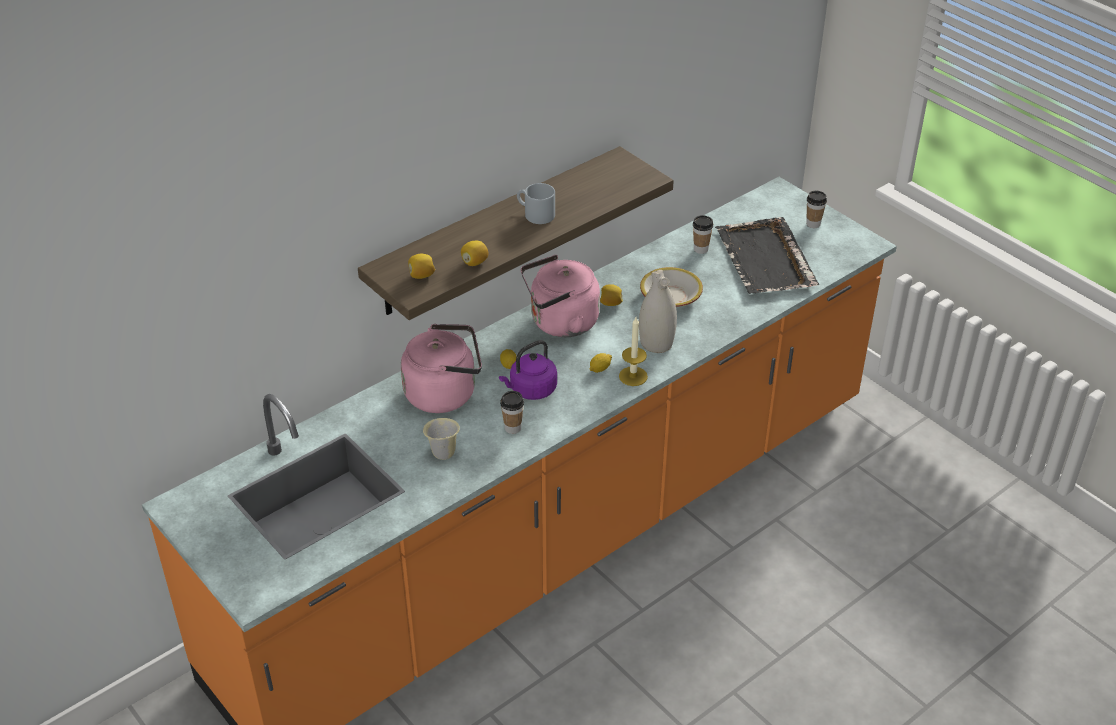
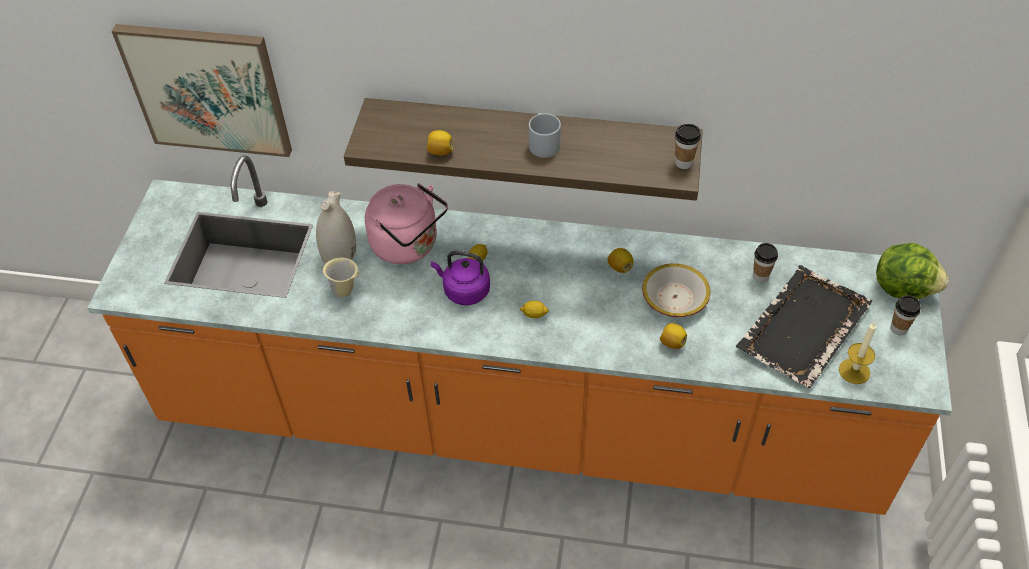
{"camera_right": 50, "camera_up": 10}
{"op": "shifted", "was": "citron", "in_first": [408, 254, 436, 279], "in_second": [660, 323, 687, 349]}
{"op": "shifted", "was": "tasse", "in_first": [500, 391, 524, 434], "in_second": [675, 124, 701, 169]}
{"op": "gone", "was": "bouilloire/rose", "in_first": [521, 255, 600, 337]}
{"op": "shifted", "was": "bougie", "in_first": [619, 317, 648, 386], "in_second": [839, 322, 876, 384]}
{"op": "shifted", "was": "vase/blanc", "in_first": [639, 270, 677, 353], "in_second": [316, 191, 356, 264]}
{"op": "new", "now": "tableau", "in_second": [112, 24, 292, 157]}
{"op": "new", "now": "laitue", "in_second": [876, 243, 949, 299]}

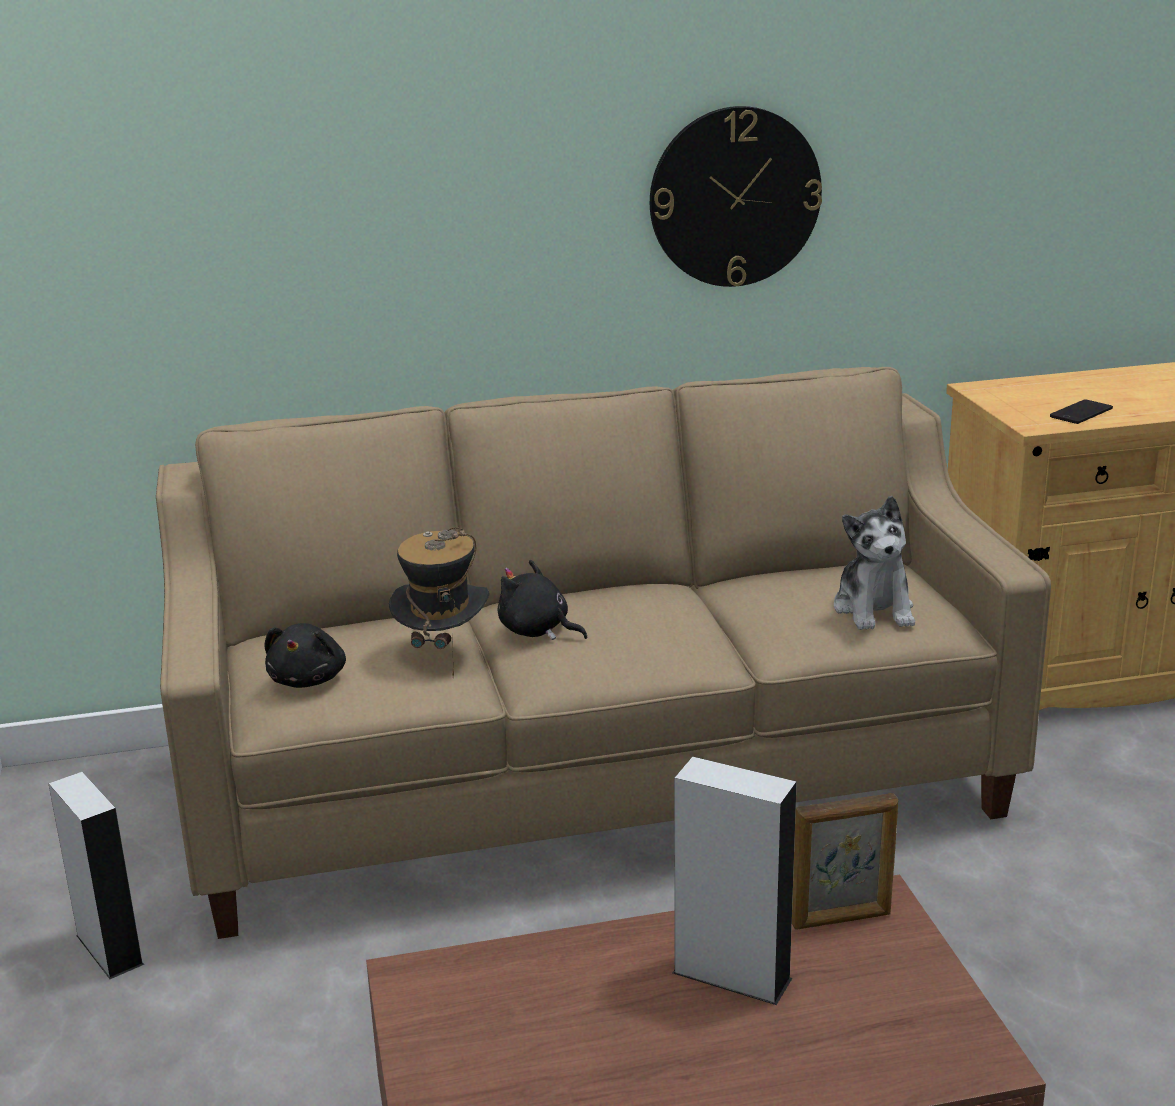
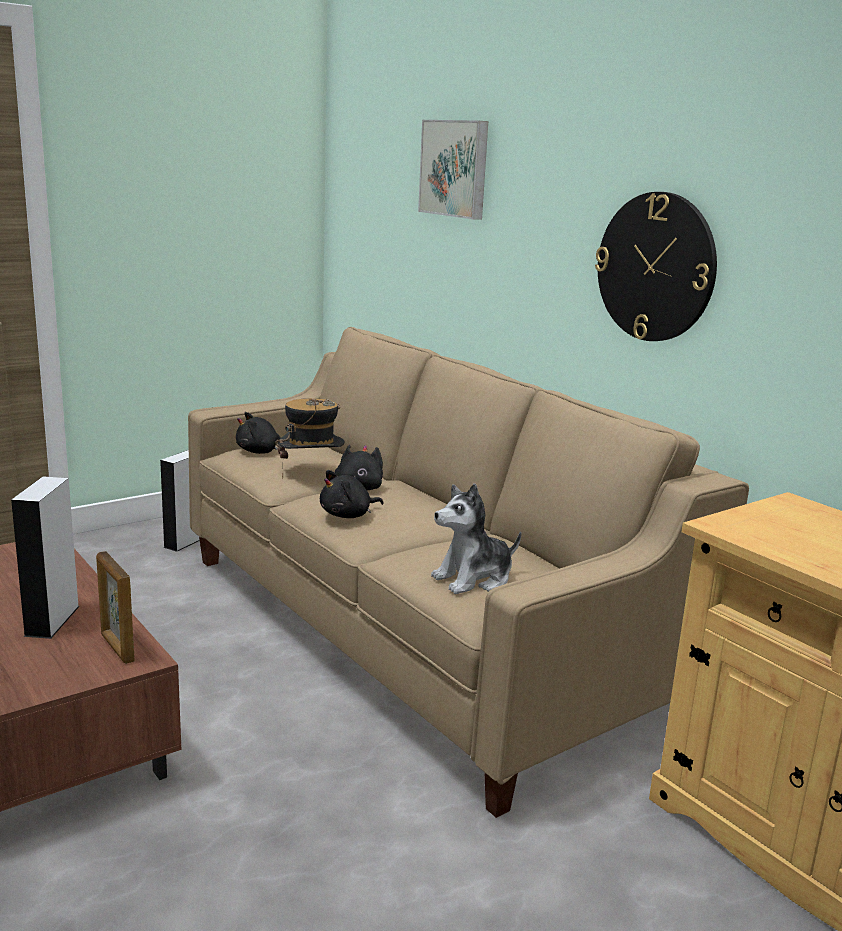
{"camera_right": 65, "camera_up": -5}
{"op": "gone", "was": "téléphone", "in_first": [1050, 399, 1113, 424]}
{"op": "new", "now": "peluche/noir", "in_second": [320, 470, 384, 518]}
{"op": "new", "now": "tableau", "in_second": [418, 120, 488, 219]}

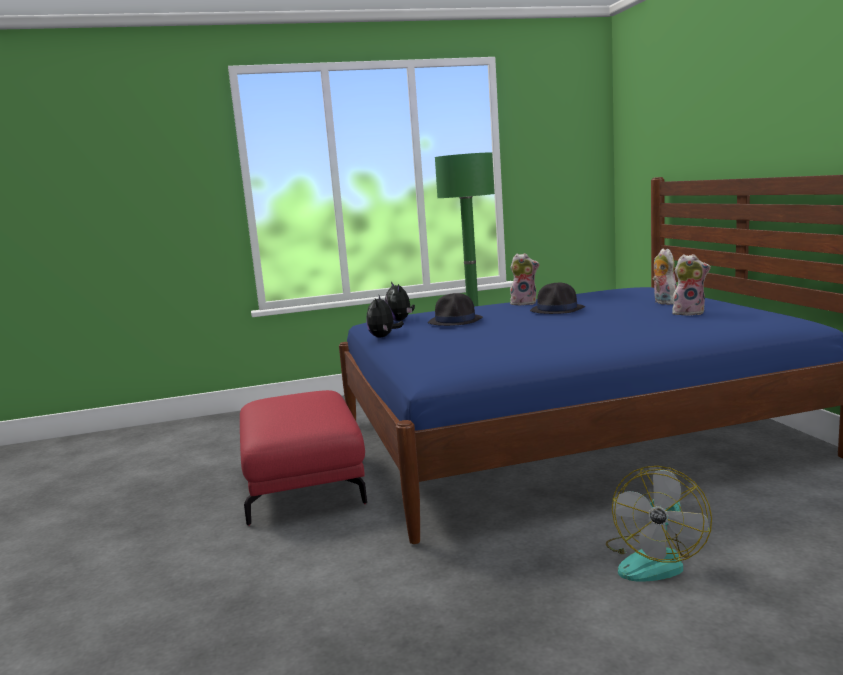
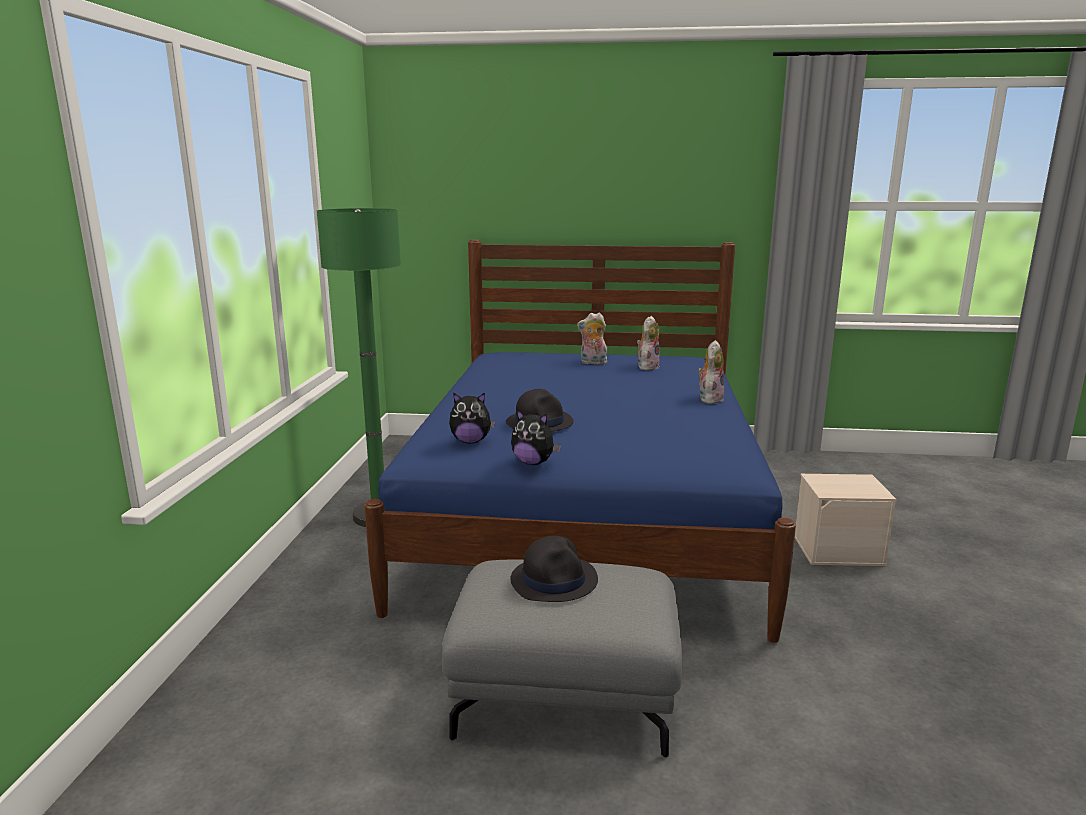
{"camera_right": -70, "camera_up": 5}
{"op": "repainted", "was": "pouf/rouge", "now": "pouf/gris", "in_first": [240, 390, 367, 526], "in_second": [442, 560, 682, 758]}
{"op": "shifted", "was": "peluche", "in_first": [510, 253, 540, 305], "in_second": [698, 340, 724, 404]}
{"op": "shifted", "was": "chapeau/noir", "in_first": [530, 283, 585, 314], "in_second": [510, 536, 598, 602]}
{"op": "swapped", "was": "ventilateur", "now": "boîte de rangement/beige", "in_first": [606, 466, 712, 582], "in_second": [795, 474, 897, 566]}

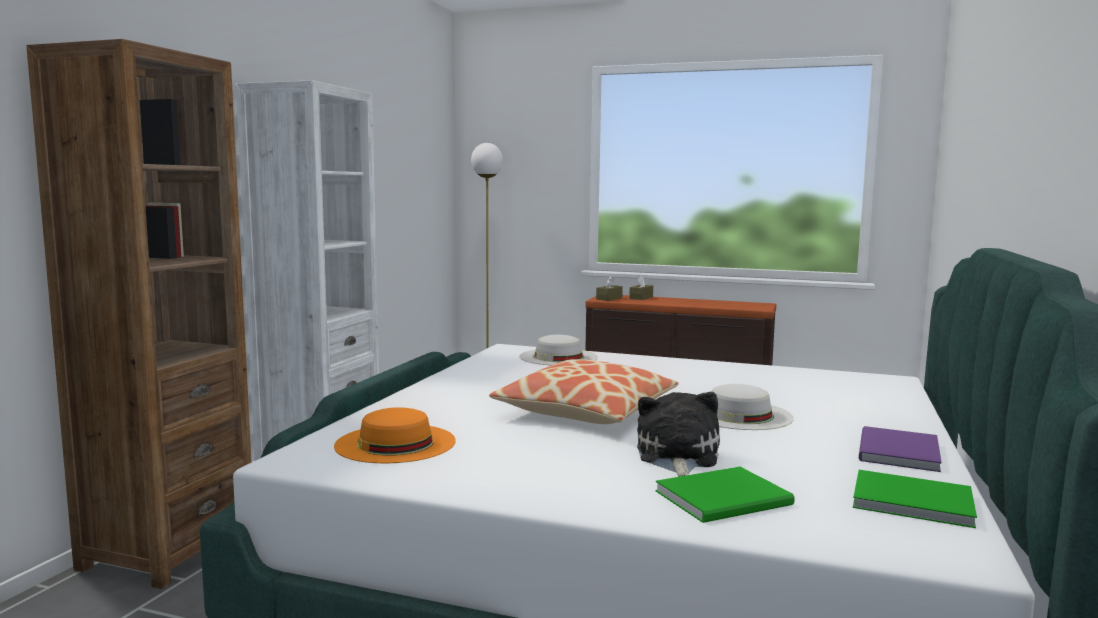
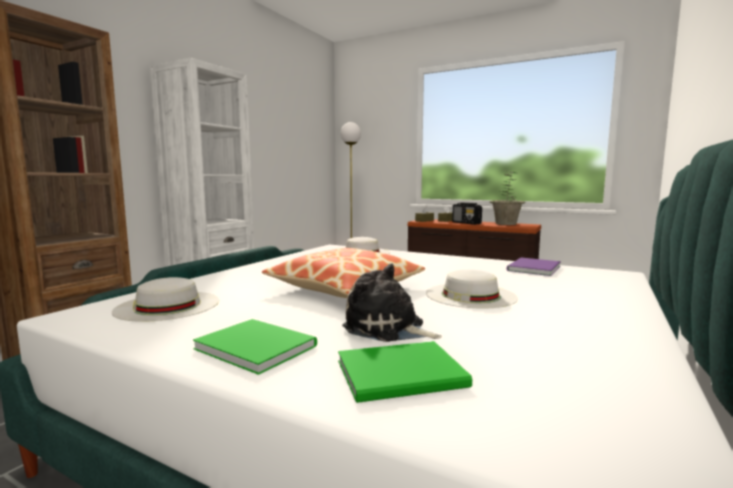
{"camera_right": 10, "camera_up": 0}
{"op": "repainted", "was": "chapeau/orange", "now": "chapeau/blanc", "in_first": [334, 407, 456, 463], "in_second": [112, 277, 219, 322]}
{"op": "rotated", "was": "peluche", "in_first": [637, 392, 720, 477], "in_second": [342, 264, 442, 342], "clockwise": -75}
{"op": "shifted", "was": "livre/vert", "in_first": [853, 470, 977, 528], "in_second": [193, 319, 317, 375]}
{"op": "shifted", "was": "livre/violet", "in_first": [859, 426, 942, 472], "in_second": [507, 257, 561, 276]}
{"op": "new", "now": "radio", "in_second": [452, 202, 482, 225]}
{"op": "new", "now": "plante en pot", "in_second": [489, 170, 525, 225]}

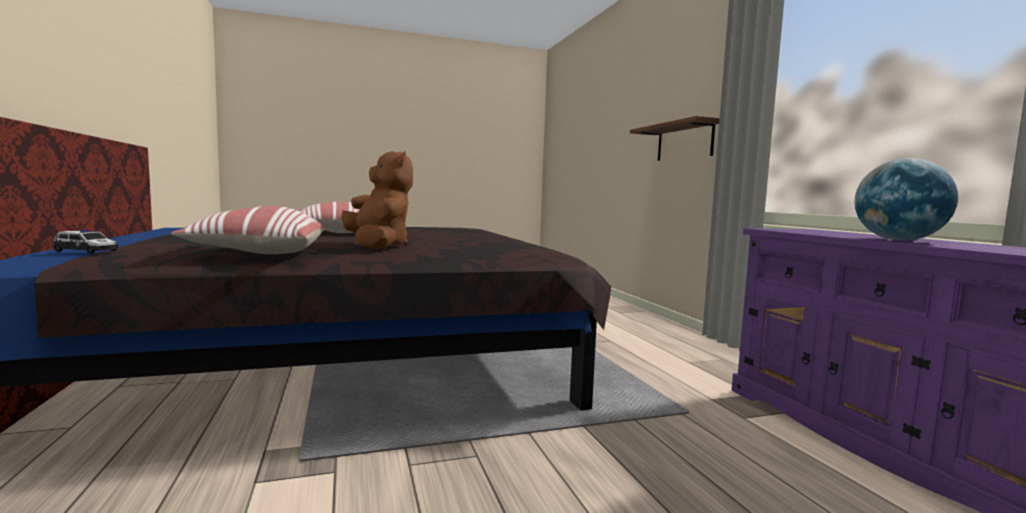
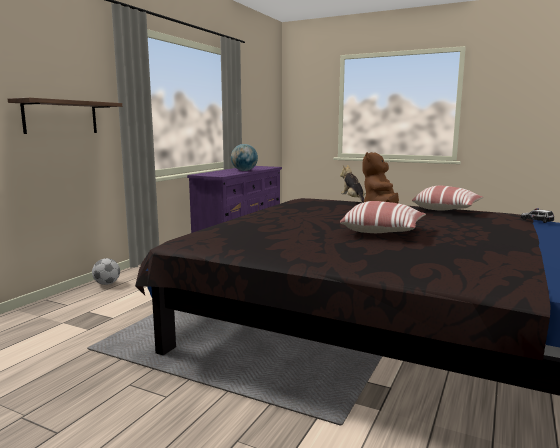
{"camera_right": -135, "camera_up": 5}
{"op": "new", "now": "ballon de foot", "in_second": [92, 258, 120, 285]}
{"op": "new", "now": "peluche", "in_second": [340, 165, 366, 203]}

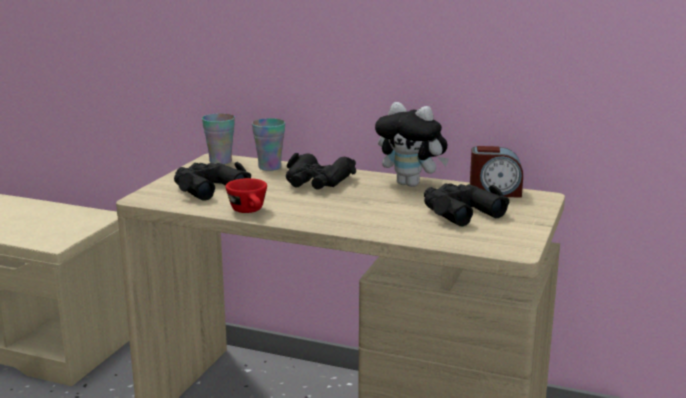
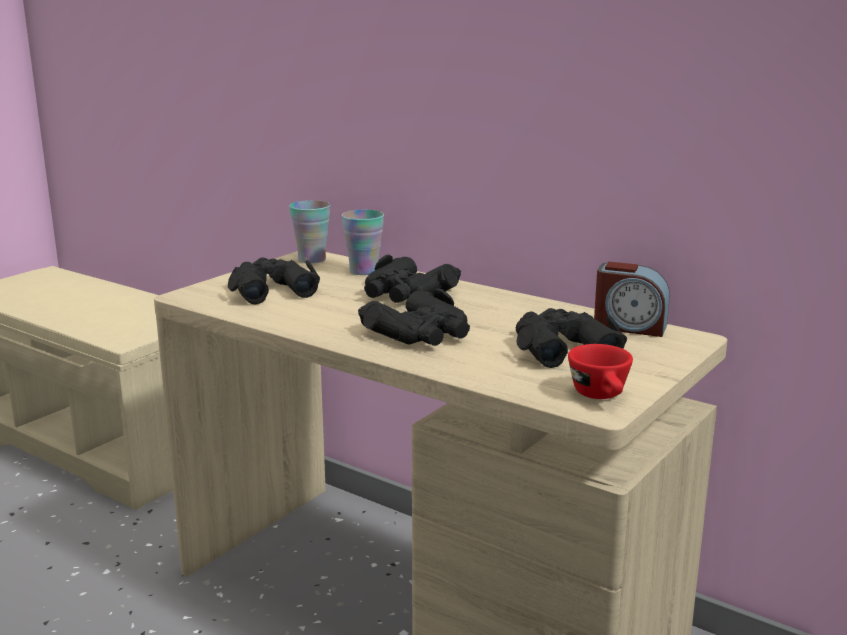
{"camera_right": 15, "camera_up": 0}
{"op": "shifted", "was": "tasse/rouge", "in_first": [225, 178, 267, 213], "in_second": [568, 344, 633, 399]}
{"op": "gone", "was": "peluche", "in_first": [375, 102, 449, 187]}
{"op": "new", "now": "jumelles/noir", "in_second": [358, 288, 470, 346]}

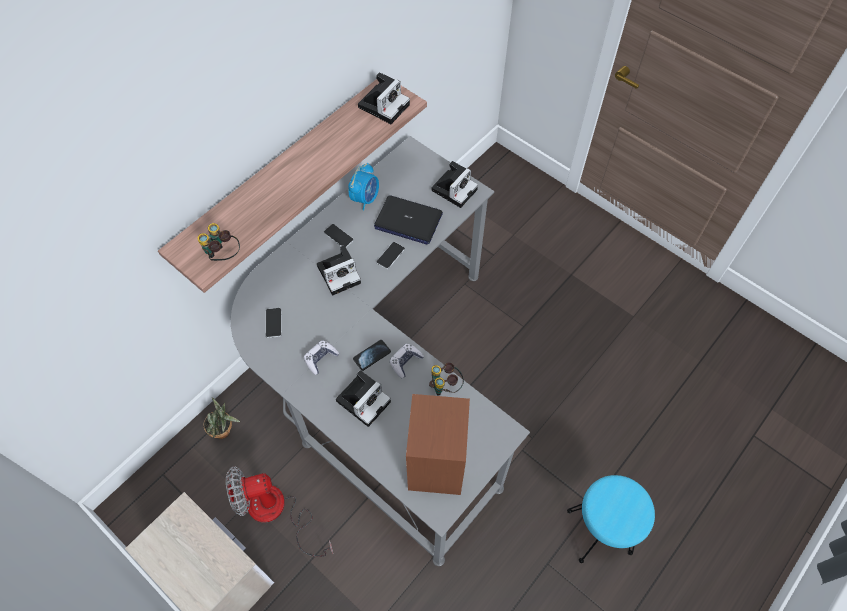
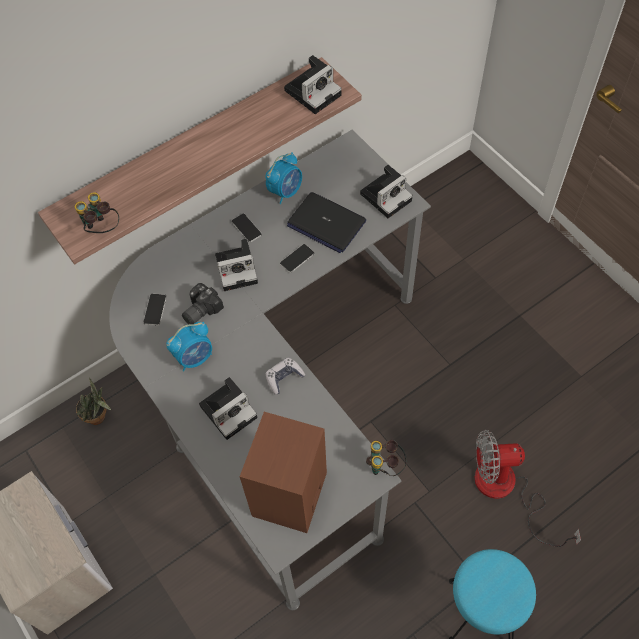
{"camera_right": 15, "camera_up": 0}
{"op": "shifted", "was": "ventilateur", "in_first": [226, 466, 333, 557], "in_second": [475, 430, 581, 547]}
{"op": "swapped", "was": "manette", "now": "réveil", "in_first": [304, 340, 340, 375], "in_second": [166, 322, 212, 371]}
{"op": "gone", "was": "téléphone", "in_first": [353, 340, 391, 371]}
{"op": "shifted", "was": "jumelles", "in_first": [429, 362, 464, 396], "in_second": [366, 440, 407, 476]}
{"op": "new", "now": "appareil photo", "in_second": [182, 283, 224, 324]}

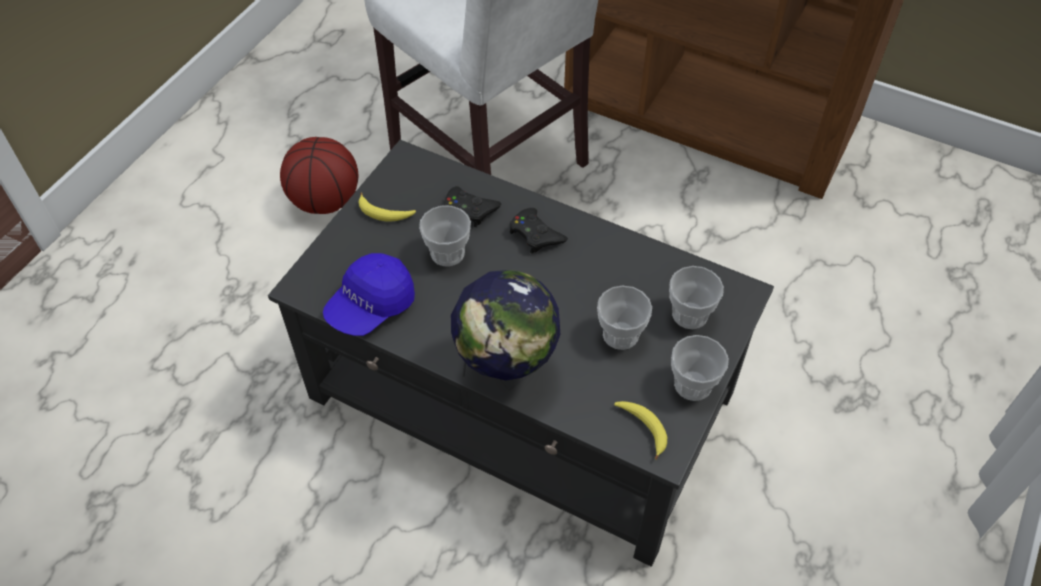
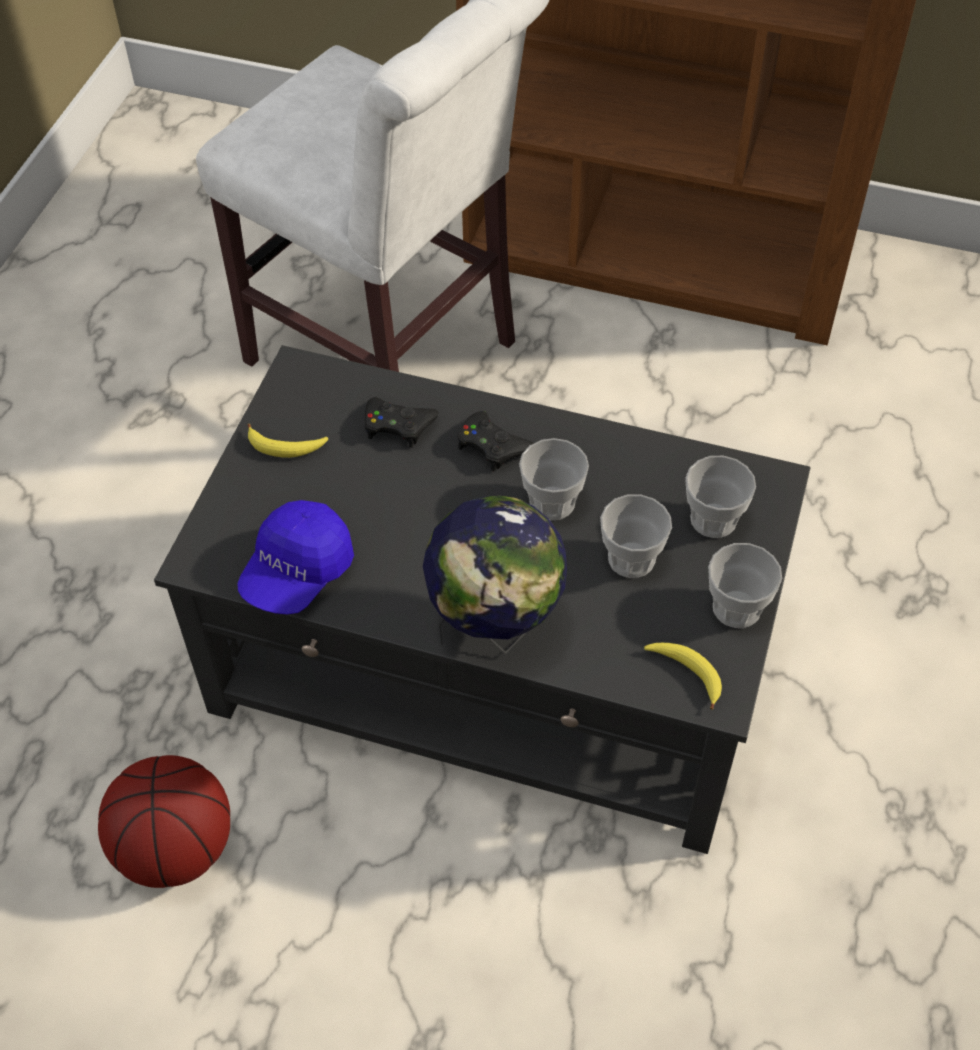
{"camera_right": -10, "camera_up": 0}
{"op": "shifted", "was": "ballon de basket", "in_first": [280, 137, 358, 214], "in_second": [98, 755, 230, 888]}
{"op": "shifted", "was": "tasse", "in_first": [419, 205, 471, 266], "in_second": [519, 438, 589, 520]}

